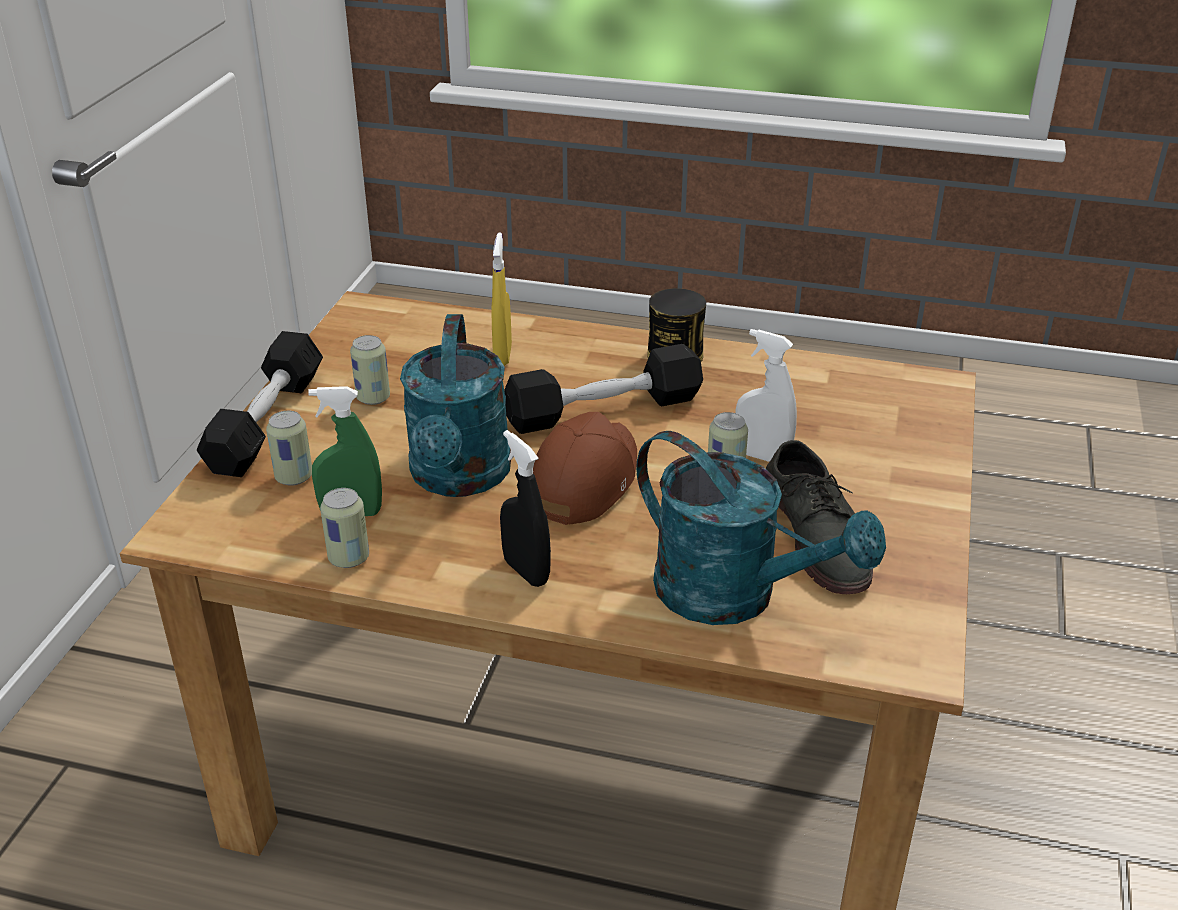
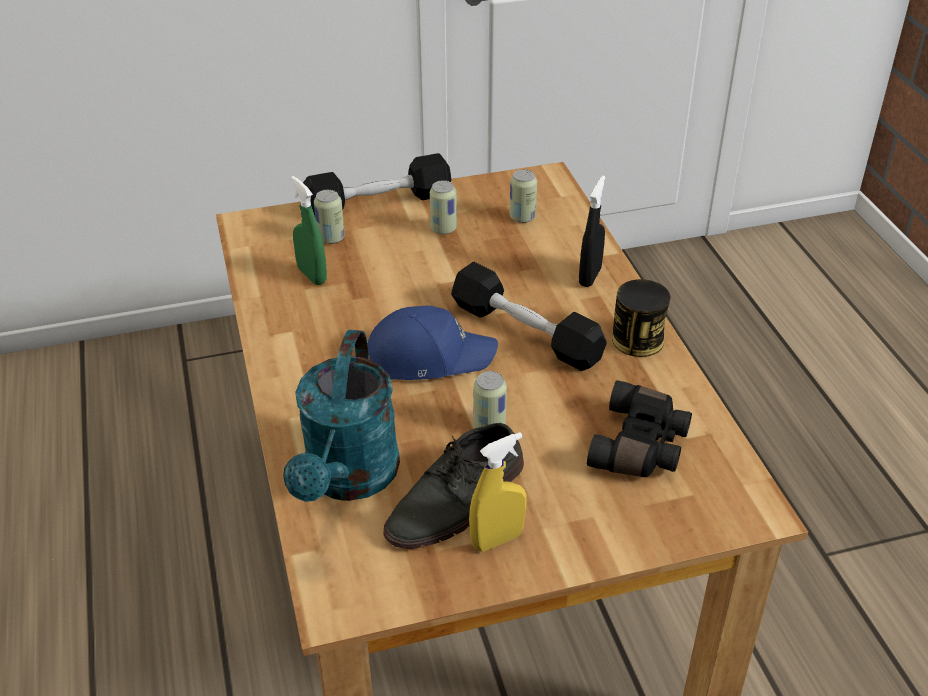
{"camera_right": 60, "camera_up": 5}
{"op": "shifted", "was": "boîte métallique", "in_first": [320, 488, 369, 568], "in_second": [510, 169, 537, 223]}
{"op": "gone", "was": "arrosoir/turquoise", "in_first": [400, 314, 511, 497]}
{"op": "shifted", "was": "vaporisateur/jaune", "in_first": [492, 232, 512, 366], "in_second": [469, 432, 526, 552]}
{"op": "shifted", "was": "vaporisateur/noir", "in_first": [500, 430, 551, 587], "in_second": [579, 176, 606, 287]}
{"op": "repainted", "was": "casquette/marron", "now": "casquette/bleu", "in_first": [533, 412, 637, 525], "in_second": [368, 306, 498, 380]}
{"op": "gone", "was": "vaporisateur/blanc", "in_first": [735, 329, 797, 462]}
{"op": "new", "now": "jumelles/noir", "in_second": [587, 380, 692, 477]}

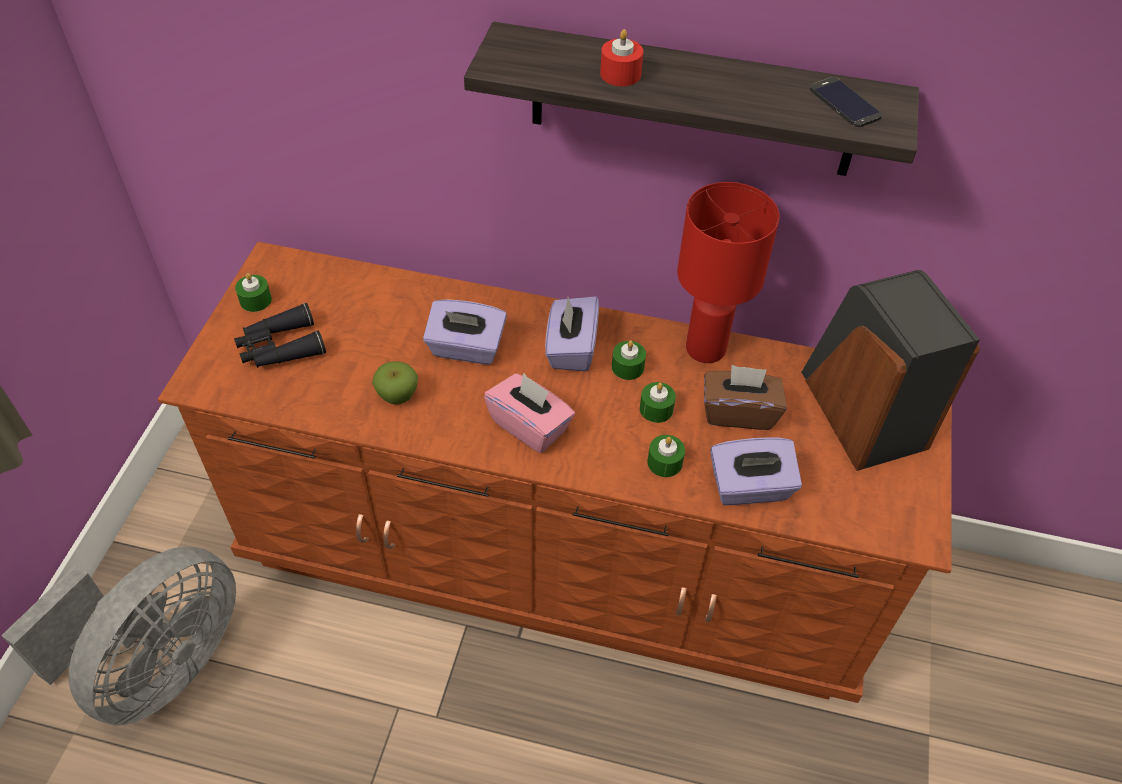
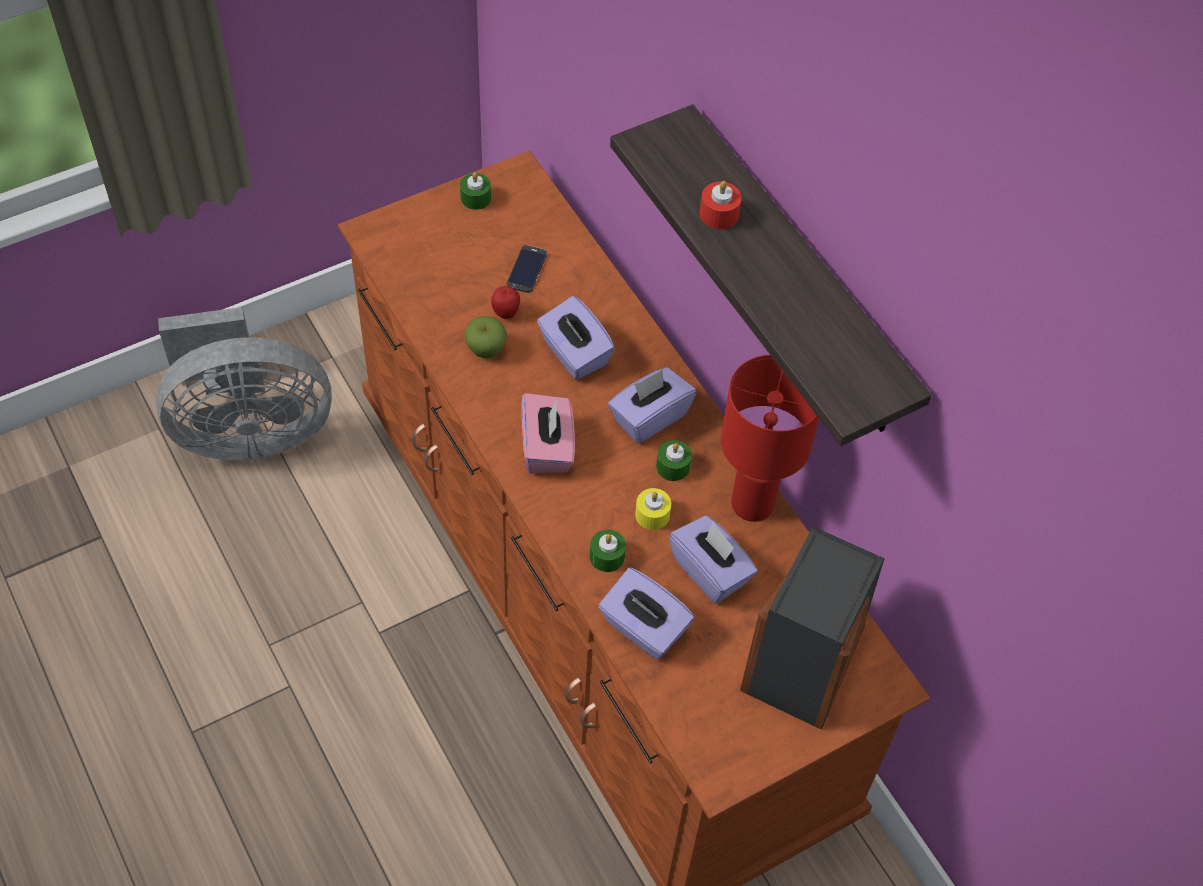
{"camera_right": 45, "camera_up": 5}
{"op": "gone", "was": "jumelles/noir", "in_first": [234, 303, 326, 368]}
{"op": "repainted", "was": "bougie/vert", "now": "bougie/jaune", "in_first": [640, 382, 676, 423], "in_second": [635, 488, 671, 530]}
{"op": "repainted", "was": "boîte à mouchoirs/marron", "now": "boîte à mouchoirs/violet", "in_first": [704, 365, 787, 430], "in_second": [669, 515, 758, 603]}
{"op": "shifted", "was": "téléphone", "in_first": [810, 77, 882, 127], "in_second": [507, 245, 547, 293]}
{"op": "new", "now": "pomme", "in_second": [491, 286, 520, 319]}

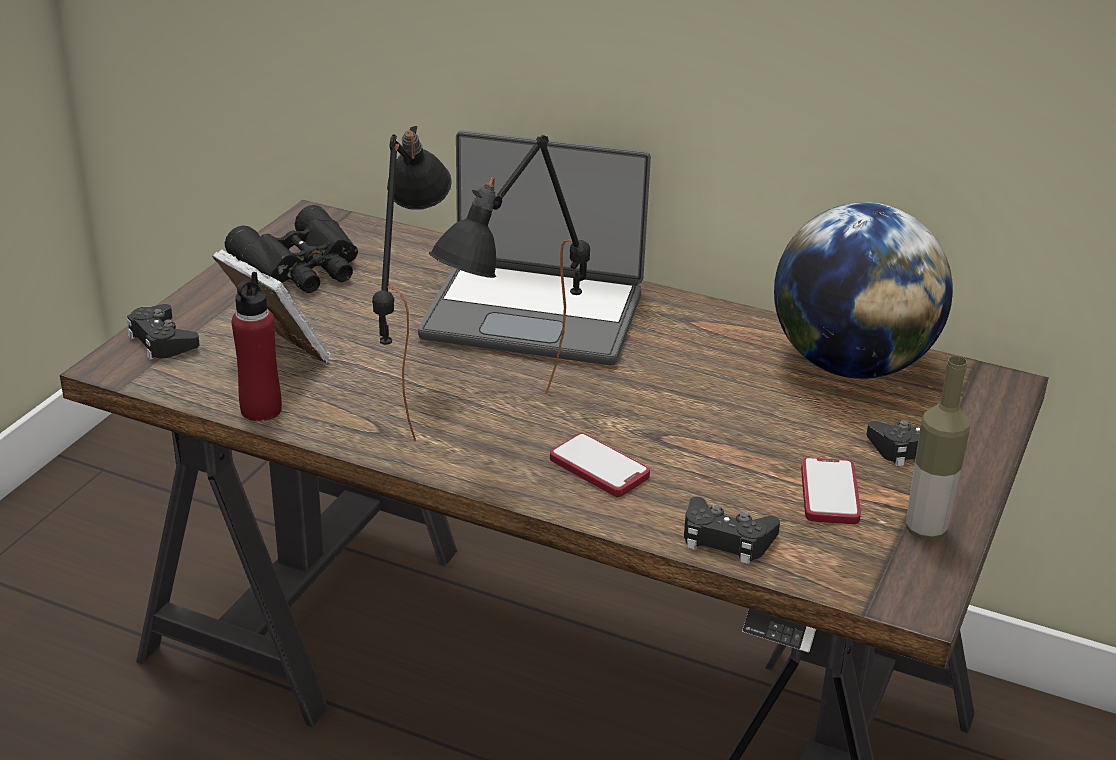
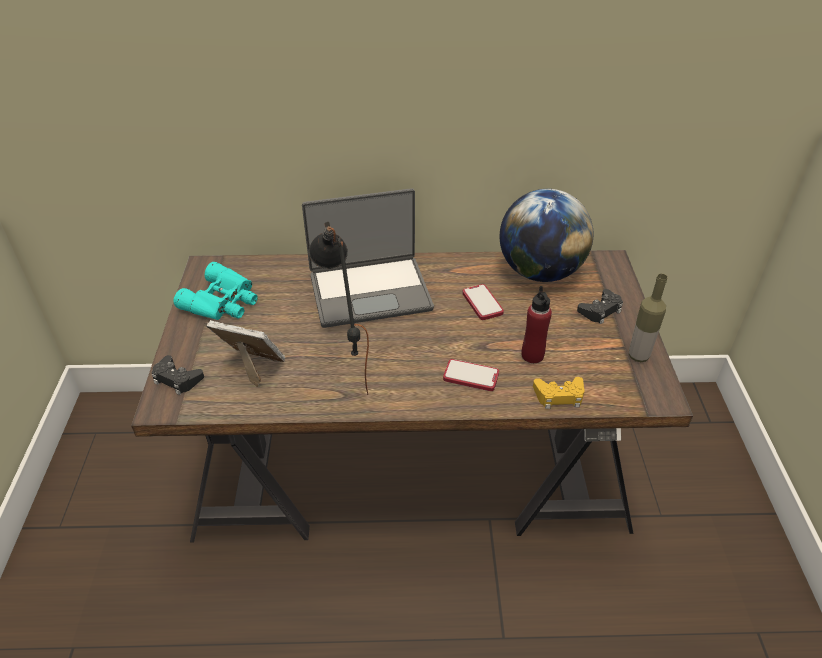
{"camera_right": -25, "camera_up": 10}
{"op": "repainted", "was": "jumelles/noir", "now": "jumelles/turquoise", "in_first": [225, 205, 358, 293], "in_second": [174, 262, 258, 320]}
{"op": "shifted", "was": "bouteille/rouge", "in_first": [231, 272, 282, 421], "in_second": [521, 286, 552, 363]}
{"op": "gone", "was": "lampe de table/noir", "in_first": [429, 135, 590, 394]}
{"op": "repainted", "was": "manette/noir", "now": "manette/jaune", "in_first": [684, 497, 780, 564], "in_second": [533, 377, 585, 409]}
{"op": "shifted", "was": "téléphone", "in_first": [801, 457, 861, 524], "in_second": [462, 284, 504, 320]}

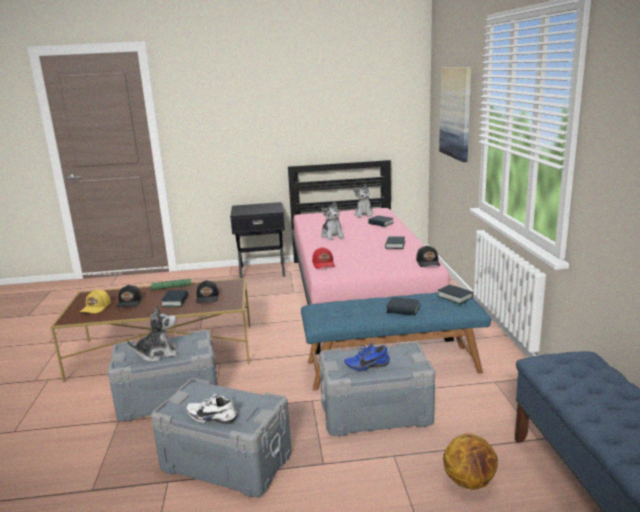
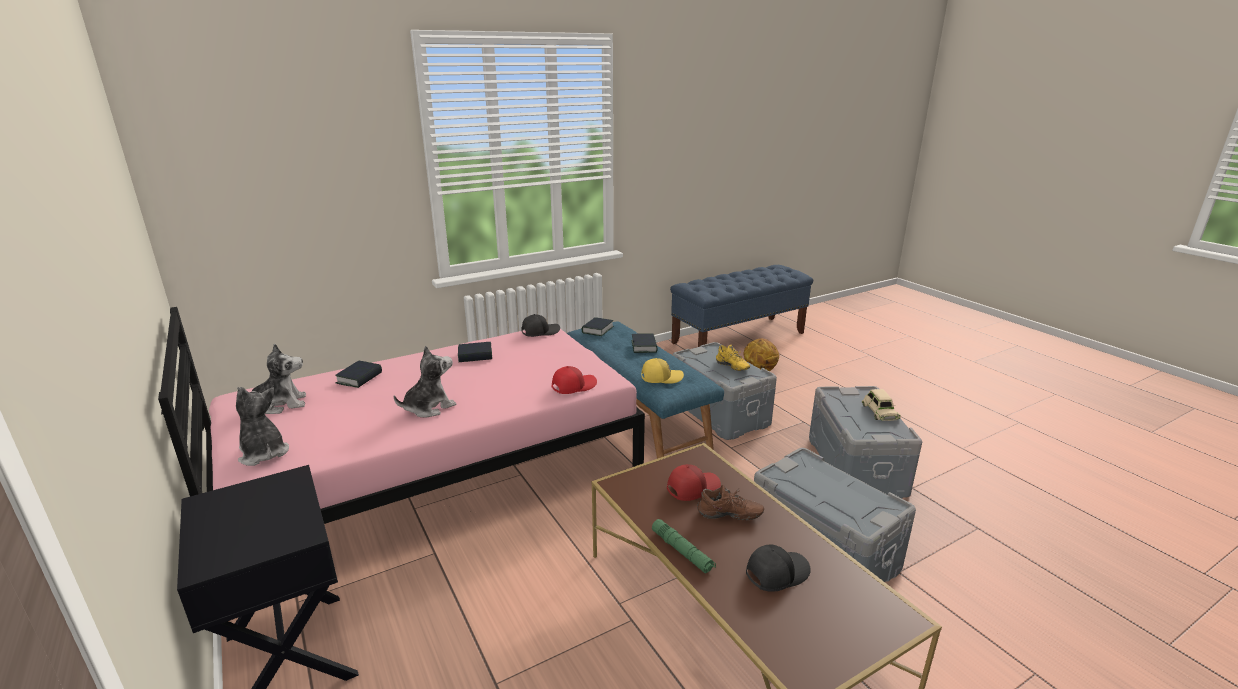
{"camera_right": -115, "camera_up": 5}
{"op": "shifted", "was": "casquette/jaune", "in_first": [80, 290, 111, 313], "in_second": [641, 358, 684, 384]}
{"op": "shifted", "was": "peluche", "in_first": [127, 305, 177, 362], "in_second": [236, 387, 289, 466]}
{"op": "swapped", "was": "livre", "now": "chaussure/marron", "in_first": [161, 290, 188, 307], "in_second": [697, 485, 764, 520]}
{"op": "swapped", "was": "chaussure/blanc", "now": "petite voiture/beige", "in_first": [187, 393, 238, 424], "in_second": [862, 389, 901, 421]}
{"op": "repainted", "was": "casquette/noir", "now": "casquette/rouge", "in_first": [196, 280, 219, 303], "in_second": [667, 464, 721, 501]}
{"op": "repainted", "was": "chaussure/bleu", "now": "chaussure/jaune", "in_first": [344, 343, 390, 371], "in_second": [716, 345, 750, 371]}
{"op": "gone", "was": "tableau", "in_first": [439, 67, 471, 162]}

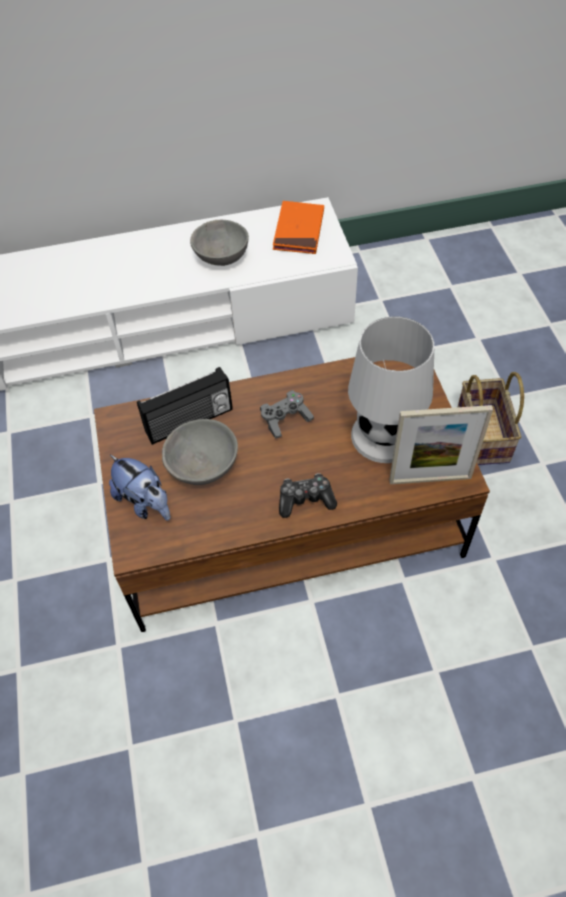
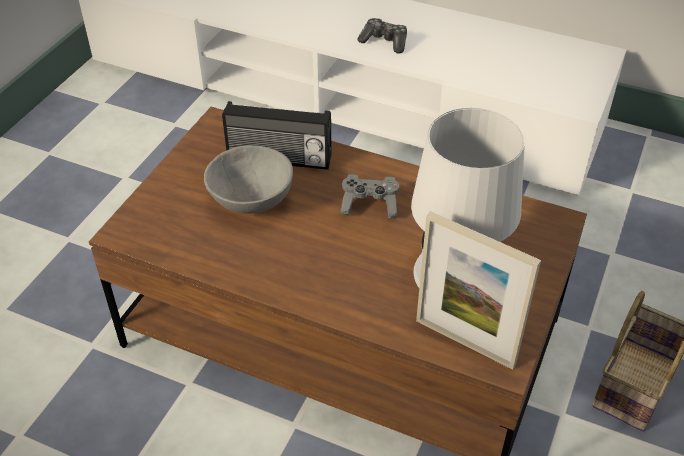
{"camera_right": 35, "camera_up": -10}
{"op": "gone", "was": "peluche", "in_first": [109, 455, 170, 521]}
{"op": "gone", "was": "bol/gris", "in_first": [190, 220, 249, 266]}
{"op": "gone", "was": "livre/orange", "in_first": [273, 201, 324, 254]}
{"op": "shifted", "was": "manette", "in_first": [279, 473, 337, 518], "in_second": [357, 18, 407, 53]}

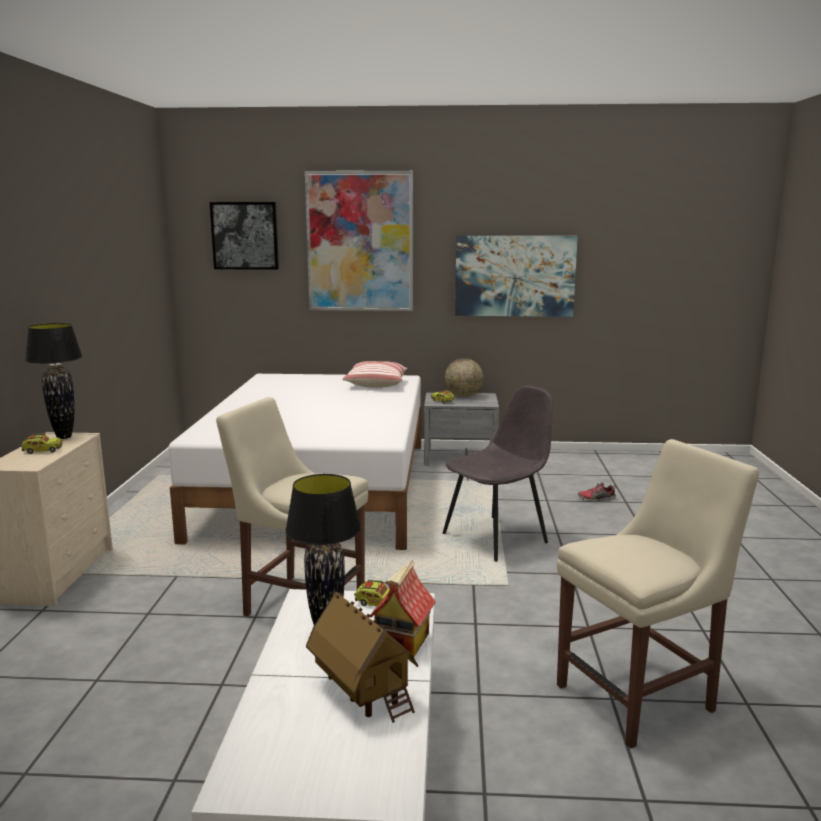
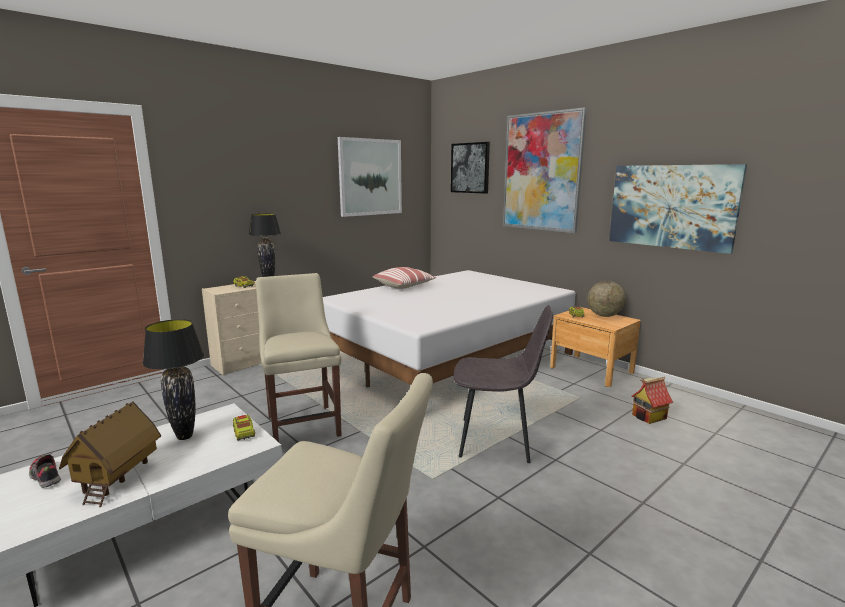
{"camera_right": 45, "camera_up": 0}
{"op": "shifted", "was": "coussin", "in_first": [342, 361, 408, 388], "in_second": [373, 267, 436, 289]}
{"op": "shifted", "was": "maison miniature", "in_first": [370, 560, 436, 657], "in_second": [632, 377, 673, 424]}
{"op": "repainted", "was": "table de chevet/gris", "now": "table de chevet/marron", "in_first": [424, 392, 499, 465], "in_second": [550, 307, 641, 387]}
{"op": "shifted", "was": "chaussure", "in_first": [578, 482, 617, 502], "in_second": [29, 453, 61, 488]}
{"op": "new", "now": "tableau", "in_second": [338, 137, 402, 217]}

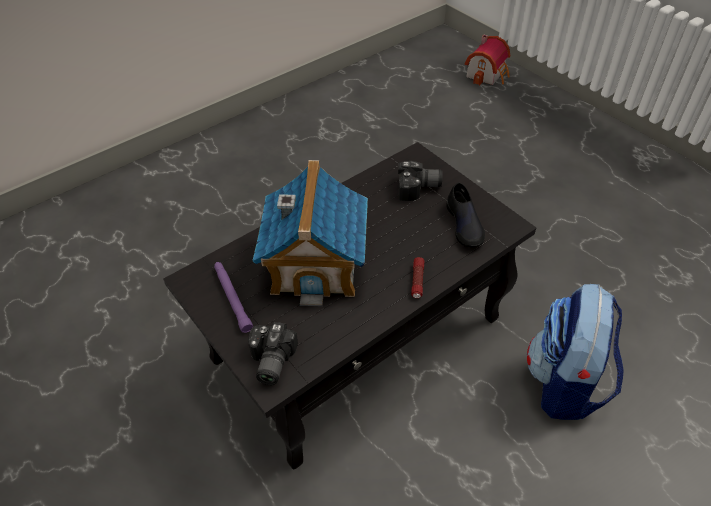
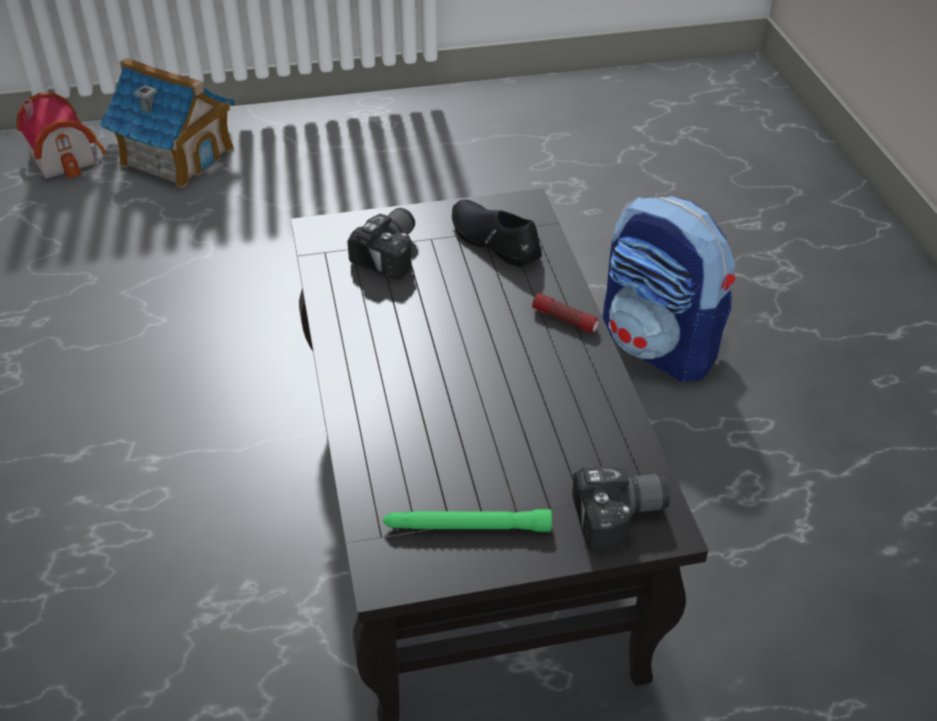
{"camera_right": -65, "camera_up": -5}
{"op": "repainted", "was": "lampe de poche/violet", "now": "lampe de poche/vert", "in_first": [214, 262, 253, 333], "in_second": [383, 509, 552, 532]}
{"op": "rotated", "was": "appareil photo", "in_first": [248, 322, 298, 385], "in_second": [572, 466, 670, 552], "clockwise": -45}
{"op": "shifted", "was": "maison miniature", "in_first": [252, 160, 368, 306], "in_second": [99, 57, 234, 188]}
{"op": "rotated", "was": "chaussure/noir", "in_first": [446, 182, 485, 247], "in_second": [452, 199, 542, 267], "clockwise": -150}

